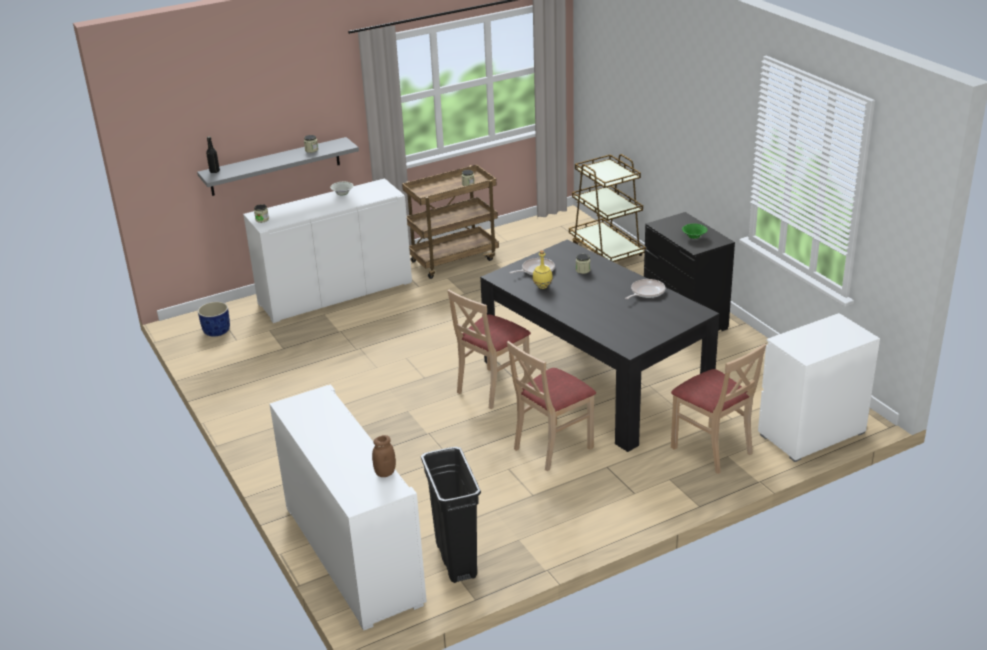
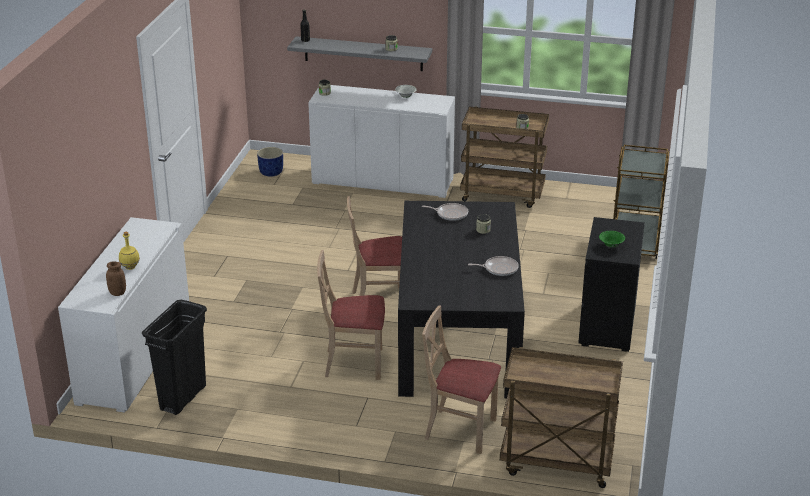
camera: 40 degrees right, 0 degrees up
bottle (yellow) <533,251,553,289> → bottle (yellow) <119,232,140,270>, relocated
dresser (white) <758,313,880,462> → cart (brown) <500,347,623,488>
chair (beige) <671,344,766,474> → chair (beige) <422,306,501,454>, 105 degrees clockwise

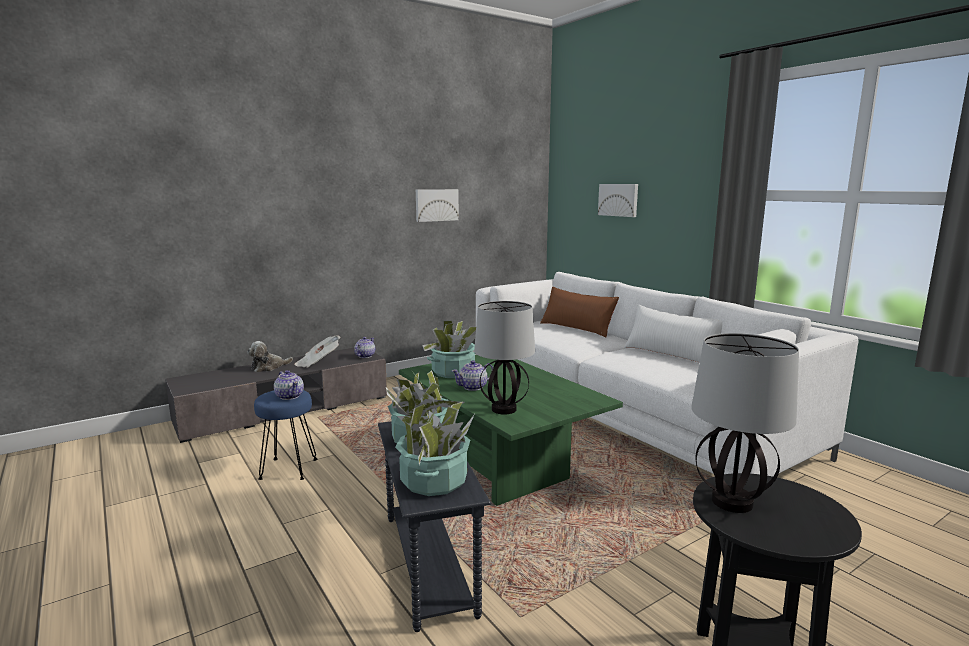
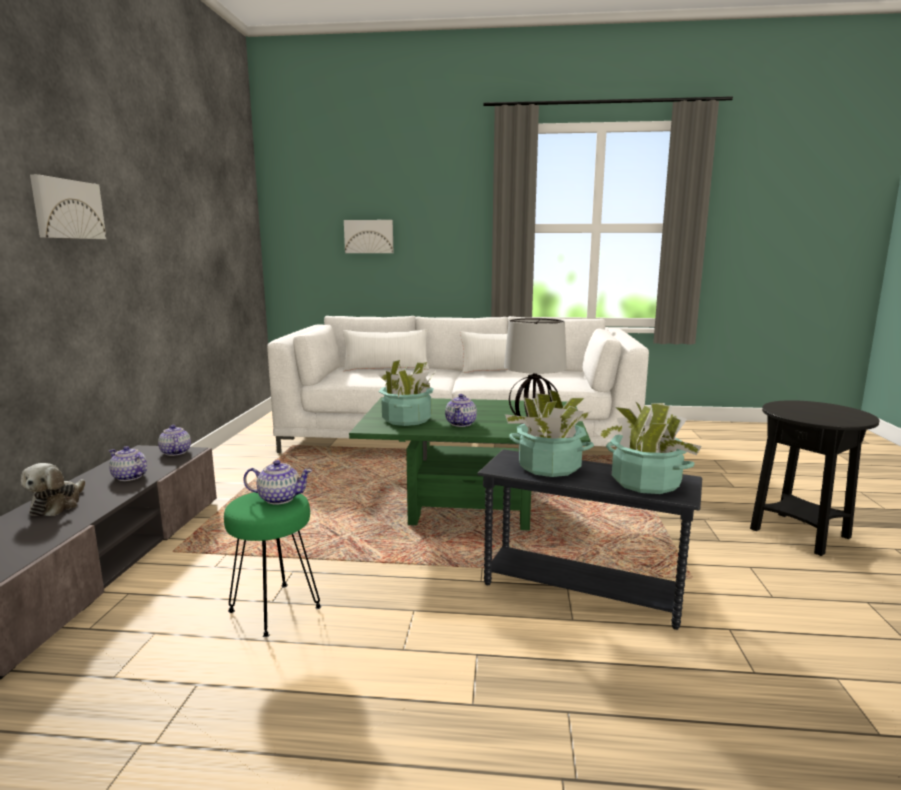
camera: 50 degrees left, 0 degrees up
picture <416,189,459,222> → picture <30,174,106,239>, relocated
pillow (brown) <540,287,619,337> → pillow (white) <343,329,429,371>
table lamp <691,333,799,513> → -
newspaper <295,335,341,367> → teapot <109,446,147,481>
stool (blue) <254,390,317,480> → stool (green) <224,492,322,637>

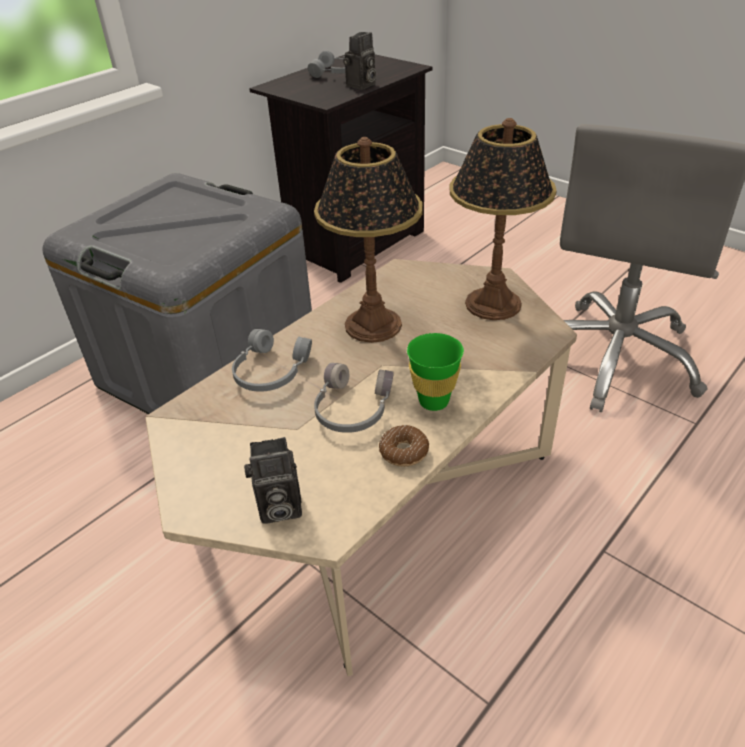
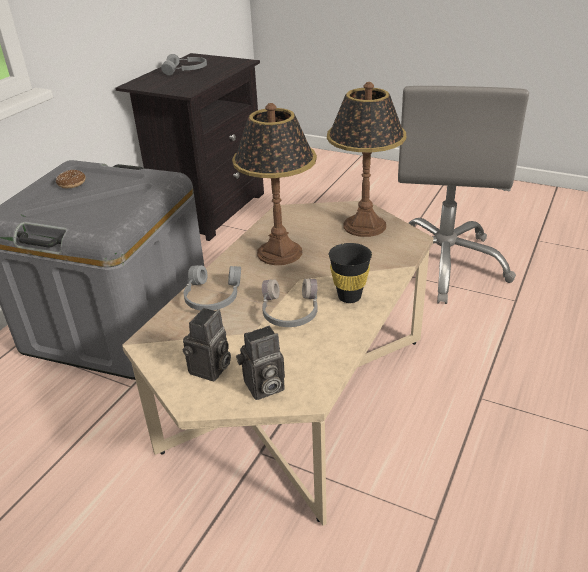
camera: 15 degrees left, 5 degrees down
photo camera <343,32,376,90> → photo camera <183,308,231,381>, relocated
cup (green) <407,333,464,411> → cup (black) <329,243,372,303>
donut <379,425,429,467> → donut <56,170,85,188>, relocated

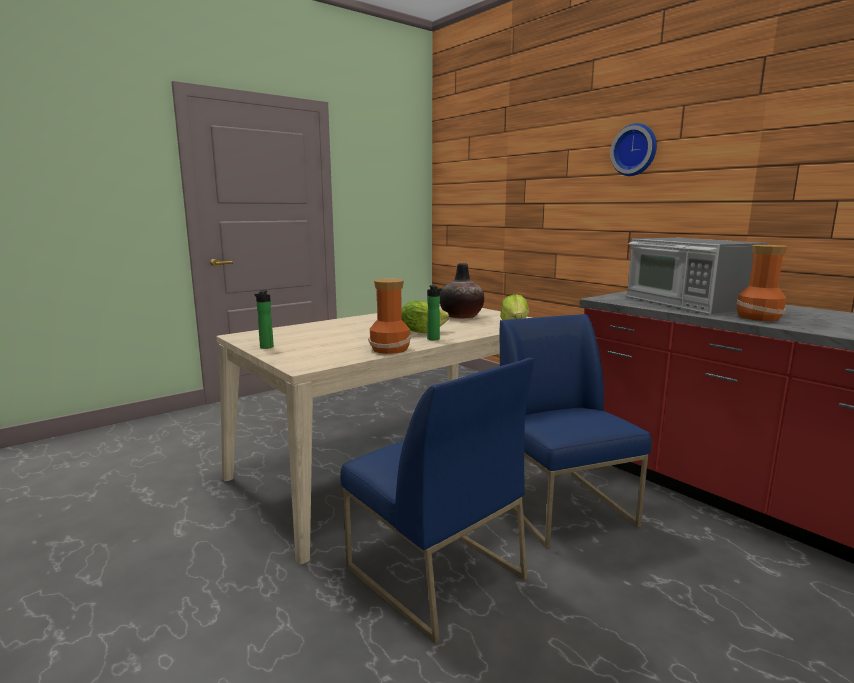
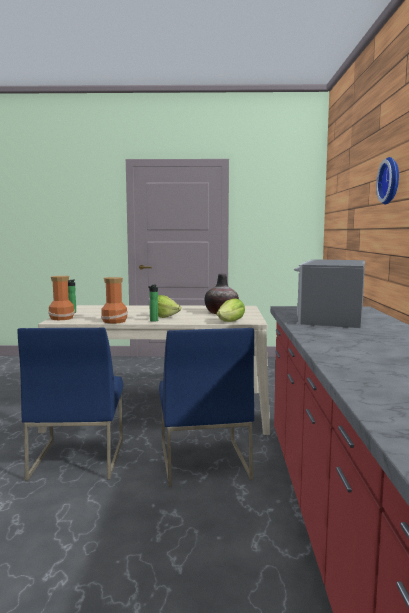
camera: 40 degrees right, 5 degrees down
vase <736,245,788,321> → vase <48,276,75,320>, relocated
chair (blue) <500,314,652,548> → chair (blue) <159,328,254,487>, 150 degrees clockwise

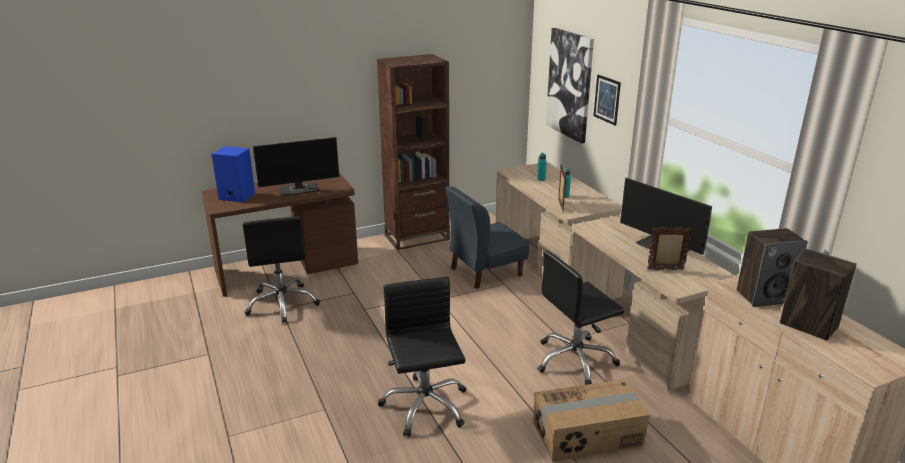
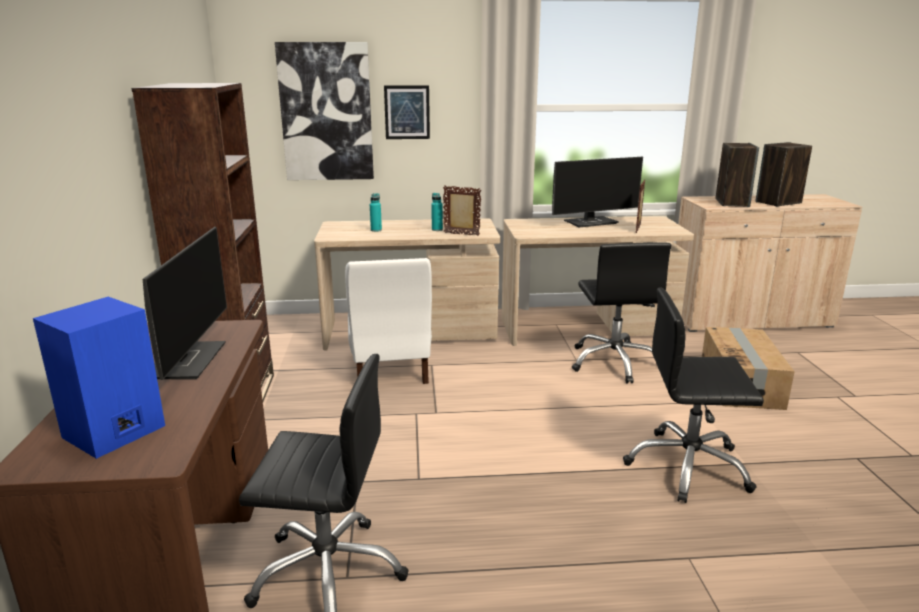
camera: 70 degrees left, 5 degrees down
chair (blue) <445,186,529,289> → chair (white) <345,258,432,384>

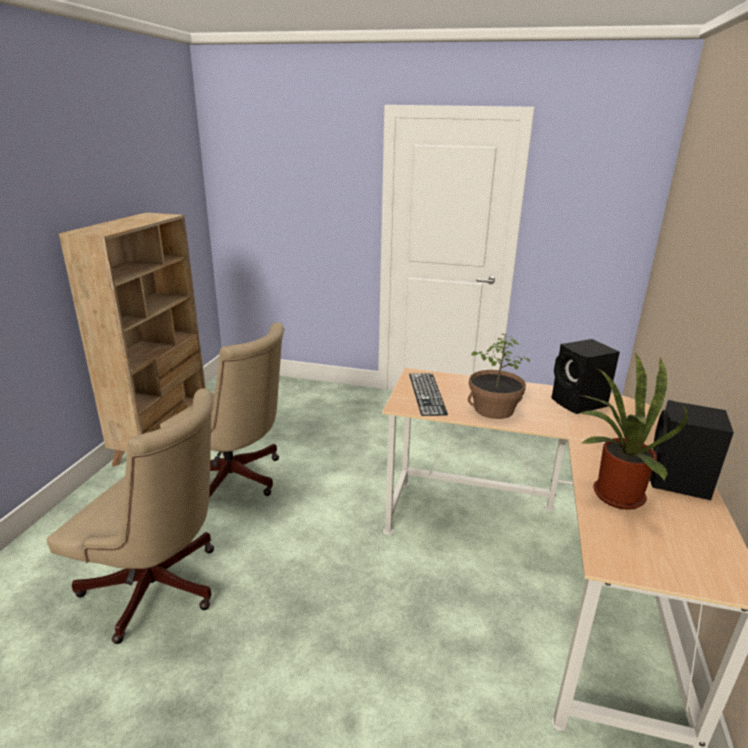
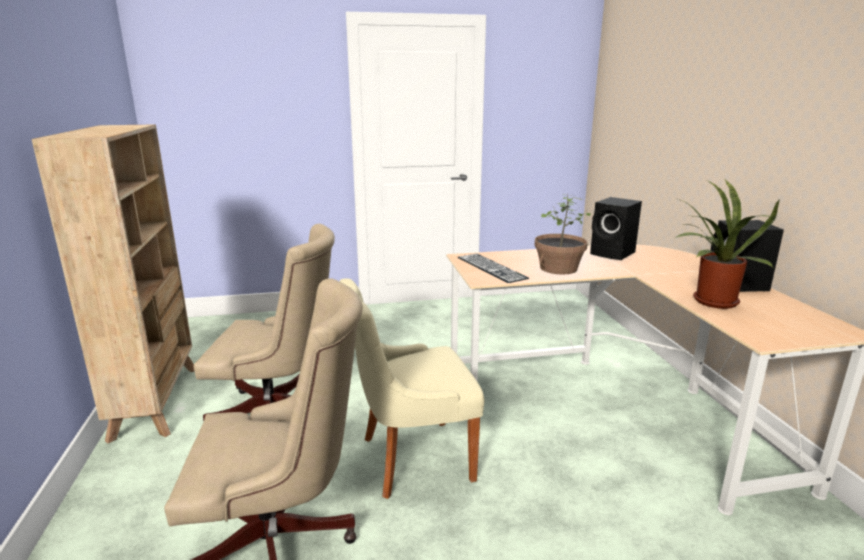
camera: 25 degrees left, 5 degrees down
- → chair (beige) <340,278,484,499>

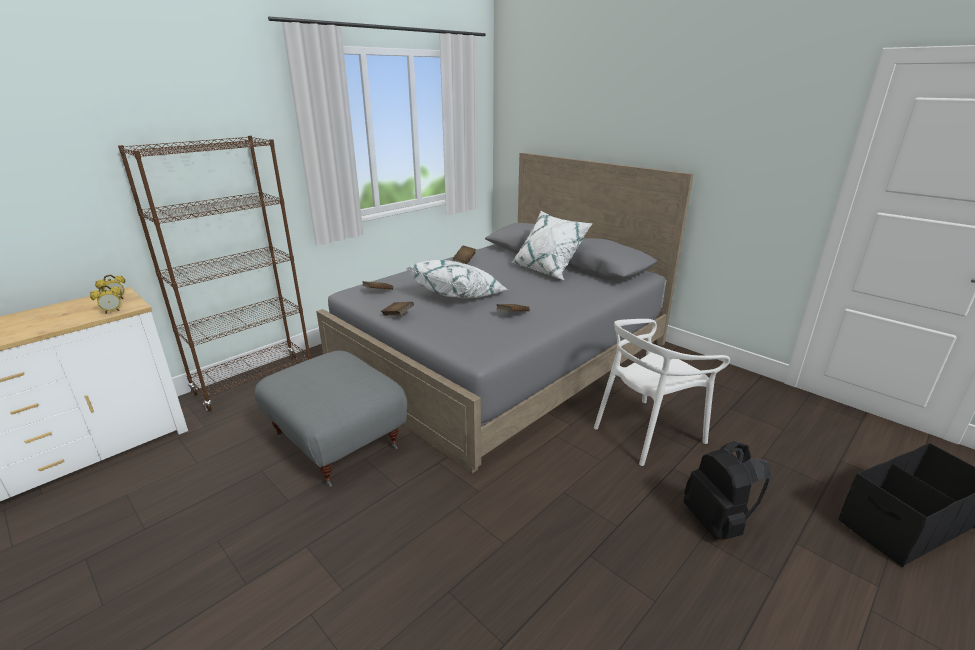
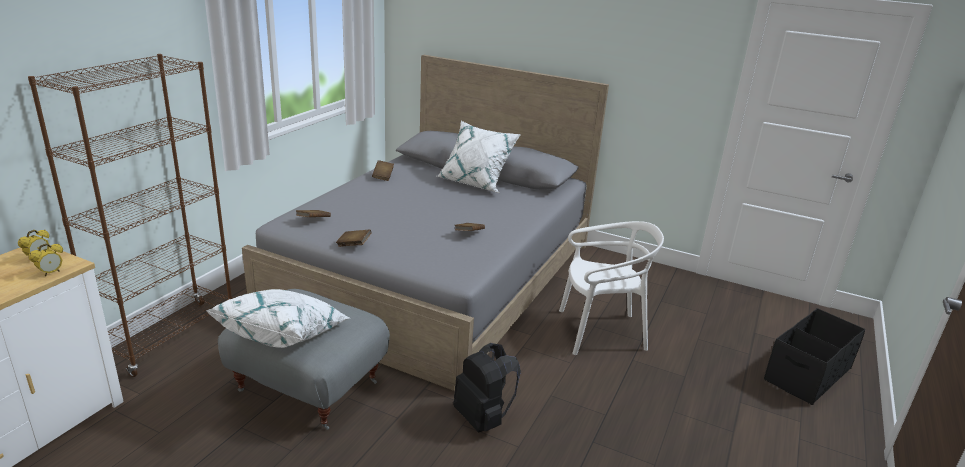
camera: 20 degrees left, 0 degrees up
pillow (white) <406,260,508,298> → pillow (white) <206,289,350,348>, relocated
chair (white) <594,319,730,466> → chair (white) <559,221,664,355>, 135 degrees counterclockwise
backpack (black) <684,441,771,540> → backpack (black) <453,343,521,432>, relocated

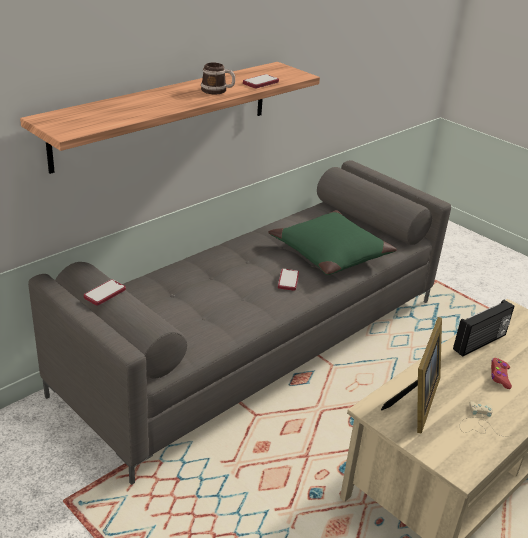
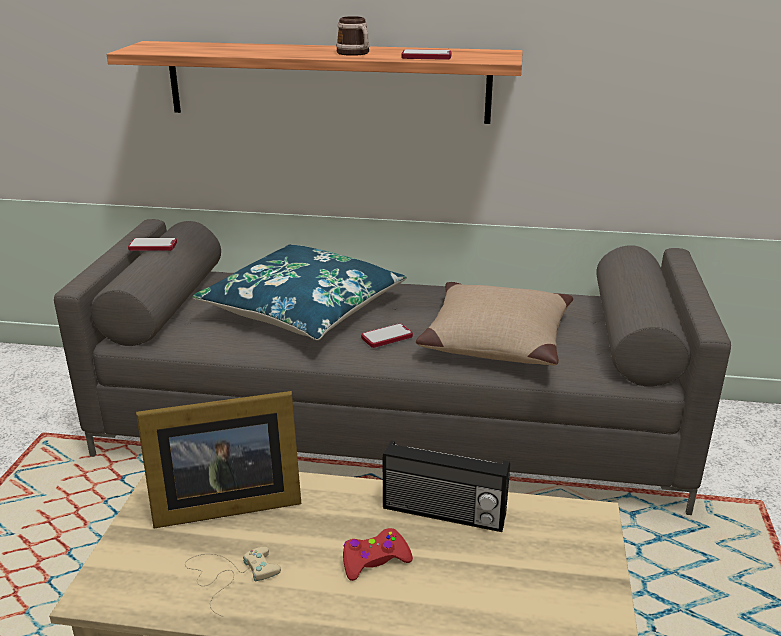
camera: 55 degrees right, 5 degrees down
pillow (green) <268,210,397,275> → pillow (beige) <416,282,573,365>
- → pillow (blue) <192,244,406,340>

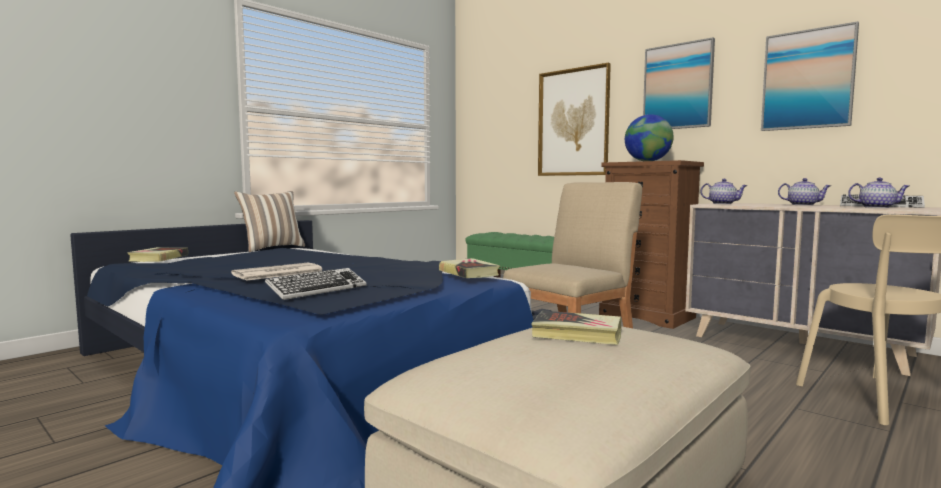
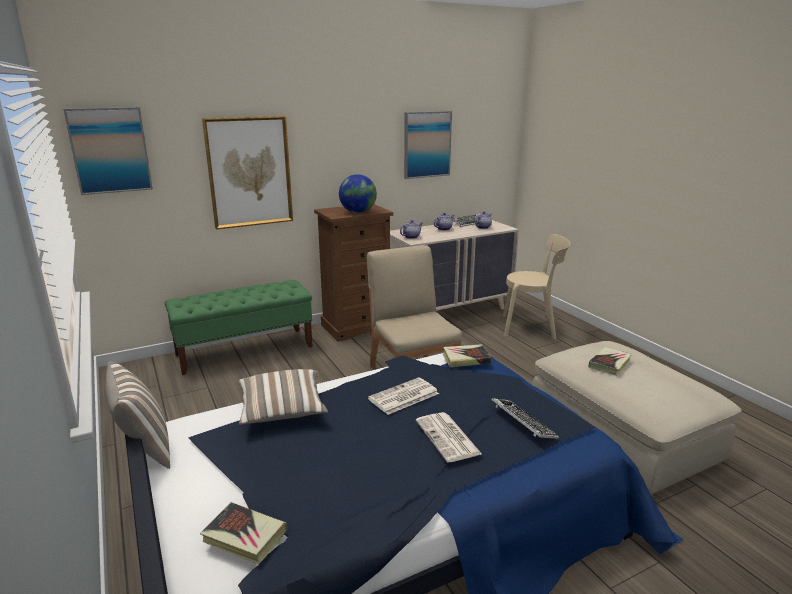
camera: 70 degrees left, 15 degrees up
picture <643,37,715,129> → picture <64,107,153,195>, relocated
- → pillow <238,369,328,425>
- → newspaper <368,377,439,415>

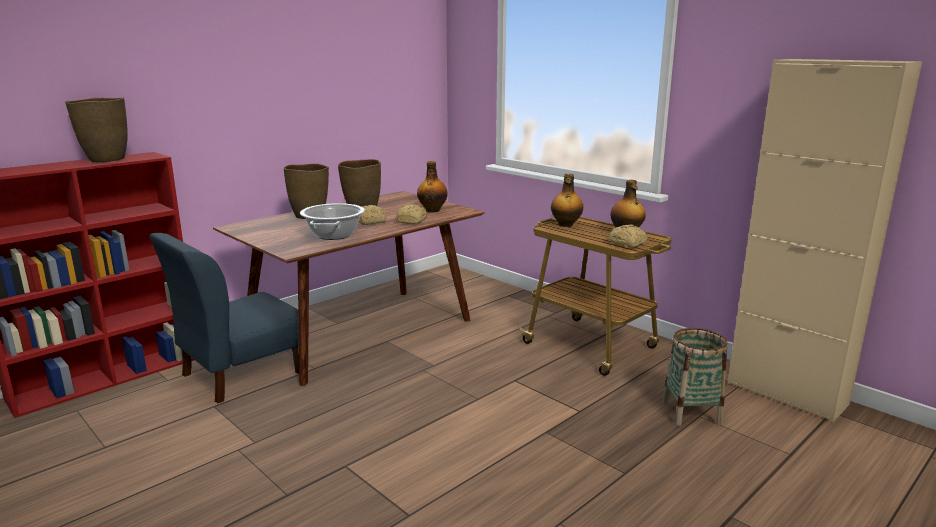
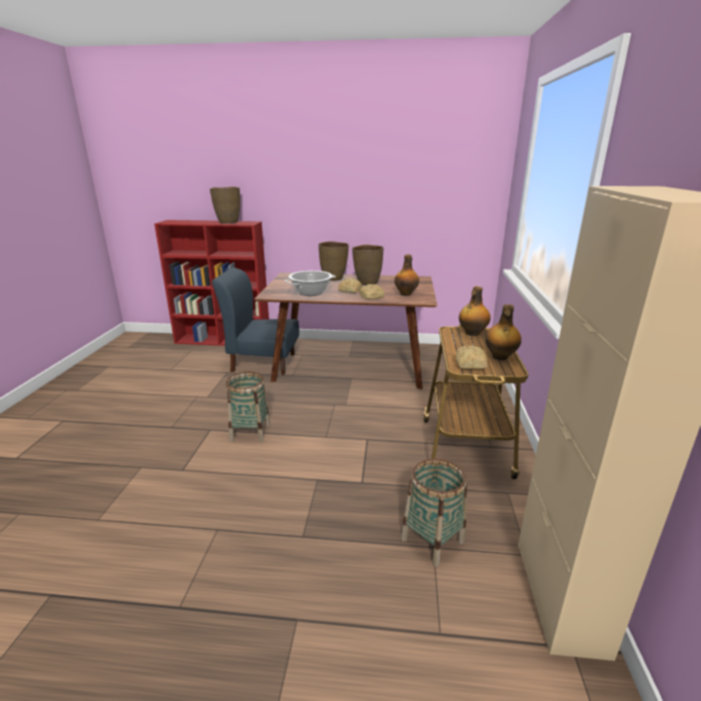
camera: 50 degrees right, 5 degrees up
- → basket <226,372,271,443>

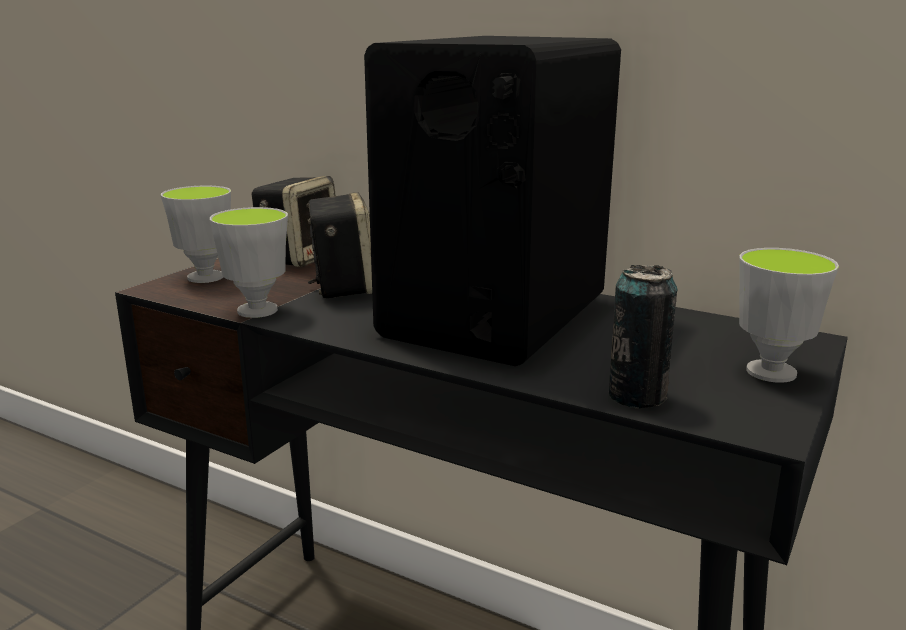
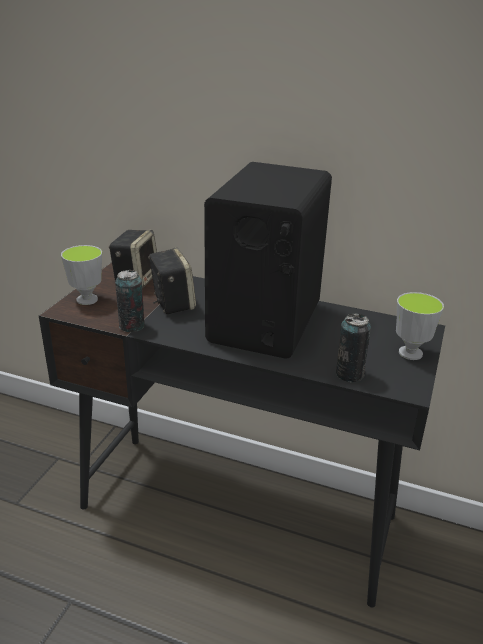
camera: 10 degrees left, 10 degrees up
cup <210,207,288,318> → can <115,270,145,332>

